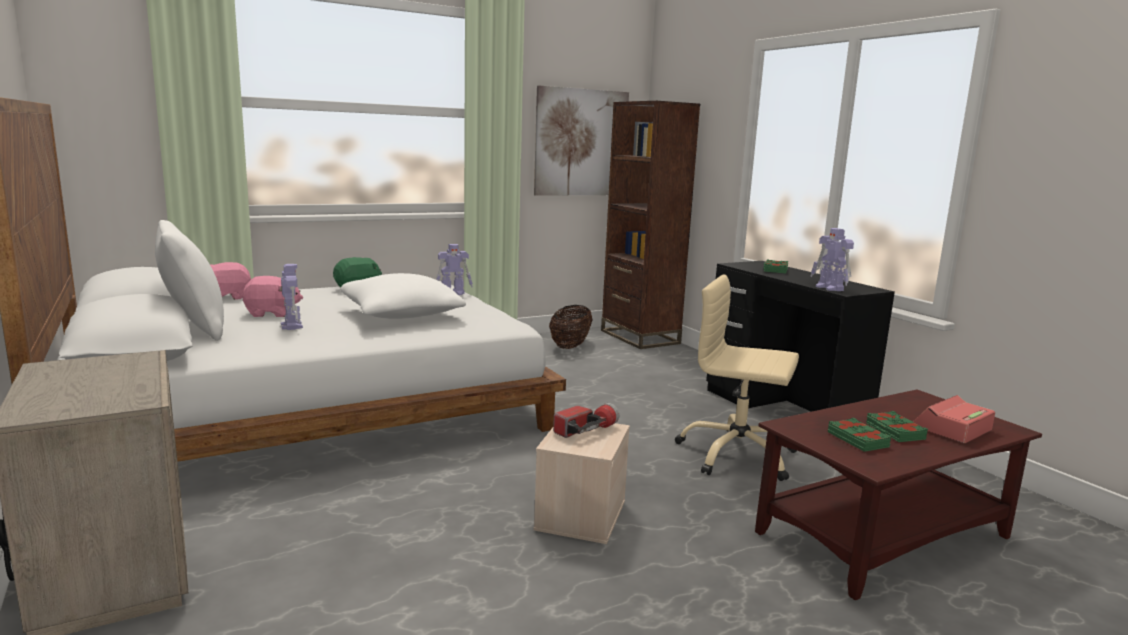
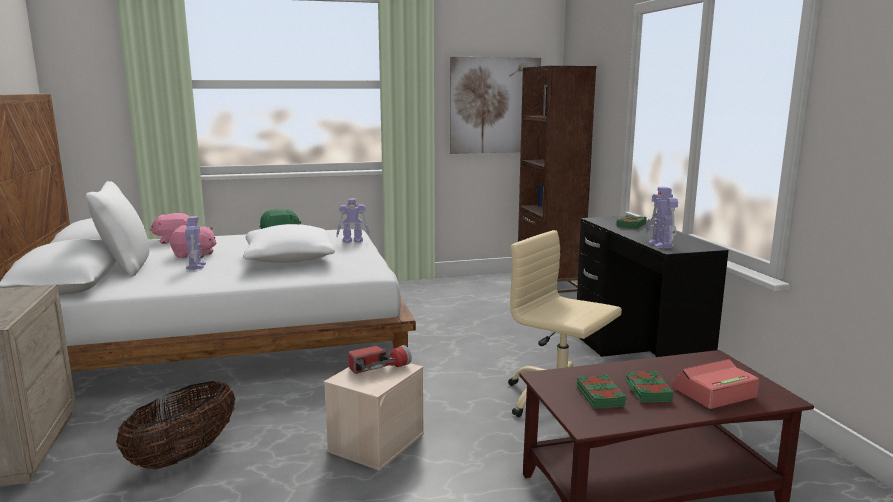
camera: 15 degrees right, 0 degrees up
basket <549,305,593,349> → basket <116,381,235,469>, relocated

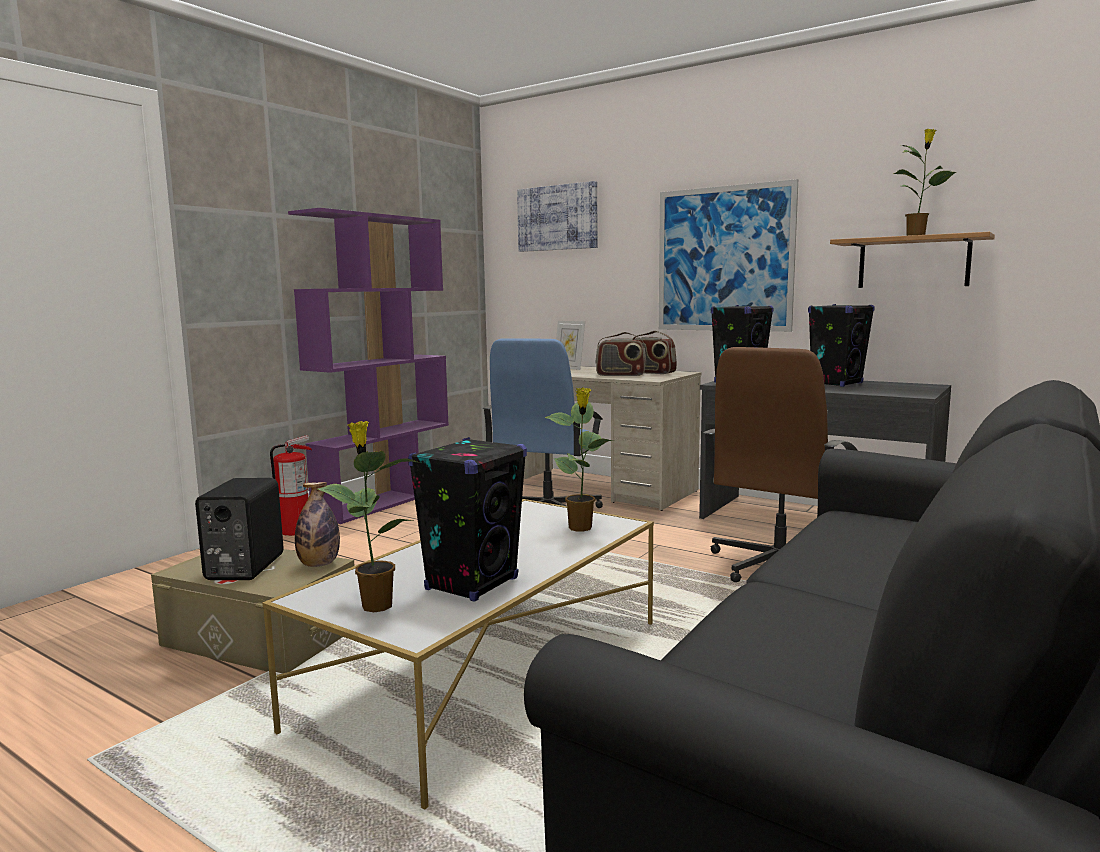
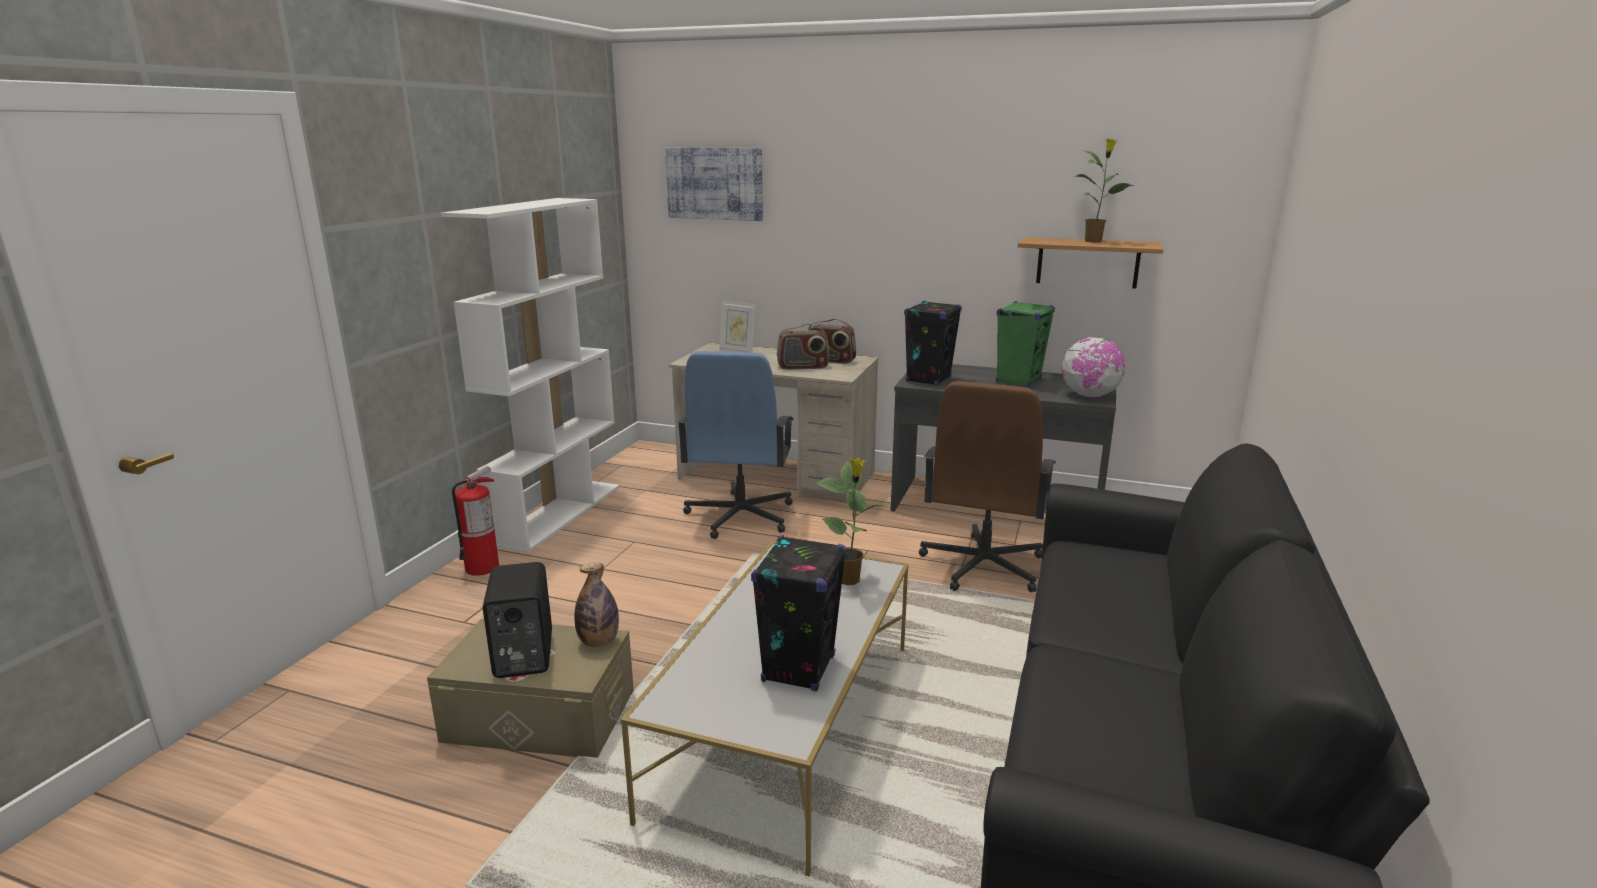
camera: 15 degrees left, 10 degrees up
picture <659,179,798,332> → -
bookcase (purple) <288,208,449,524> → bookcase (white) <441,198,620,553>
speaker (black) <808,304,875,387> → speaker (green) <996,301,1055,387>
potted plant <318,421,421,612> → -
- → globe <1062,337,1126,397>

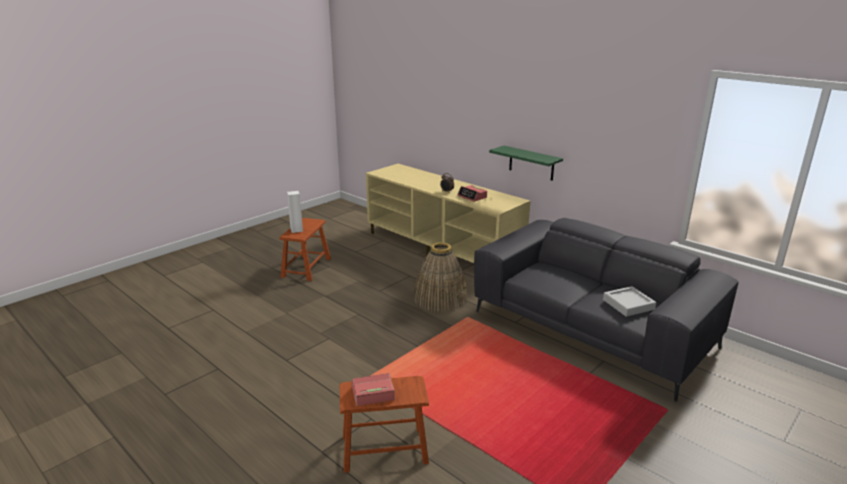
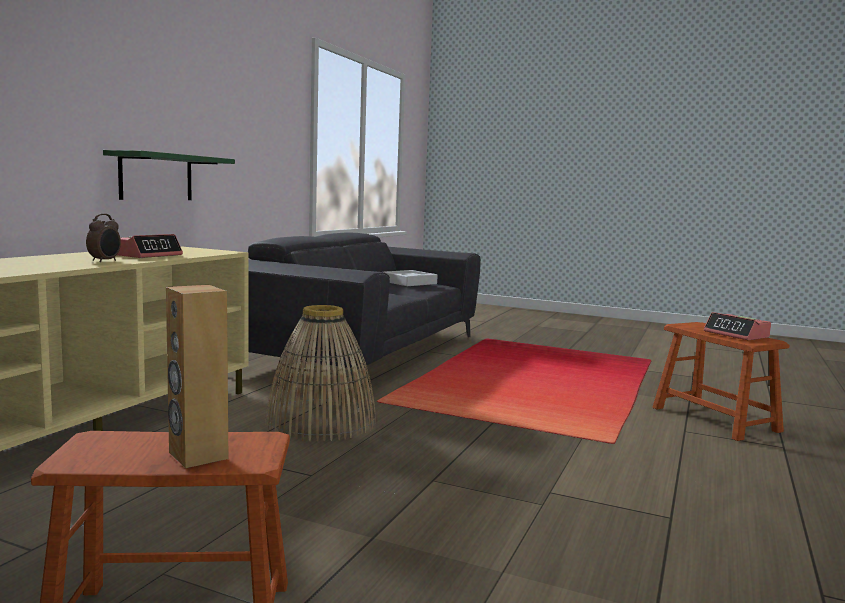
camera: 110 degrees left, 15 degrees down
speaker (white) <287,191,303,233> → speaker (brown) <166,285,228,468>

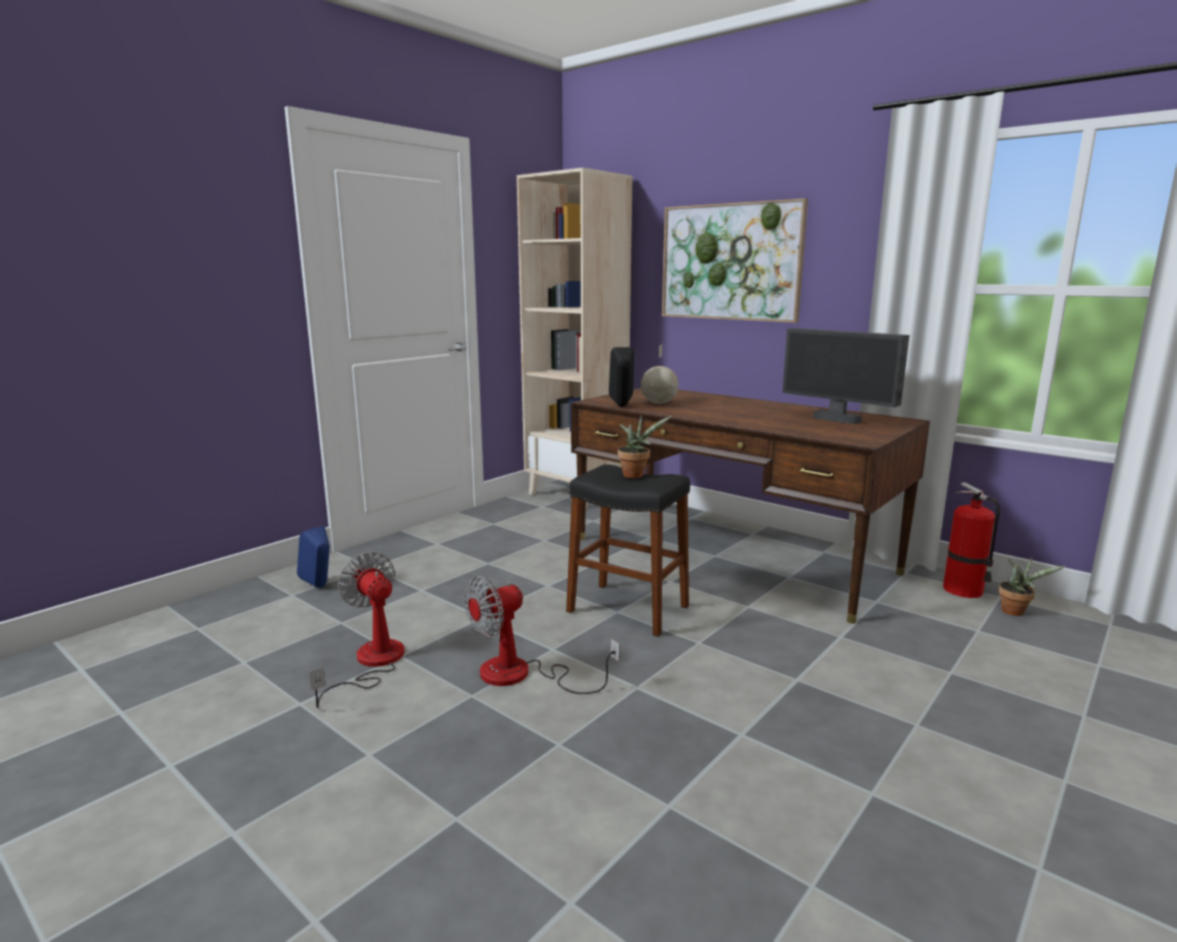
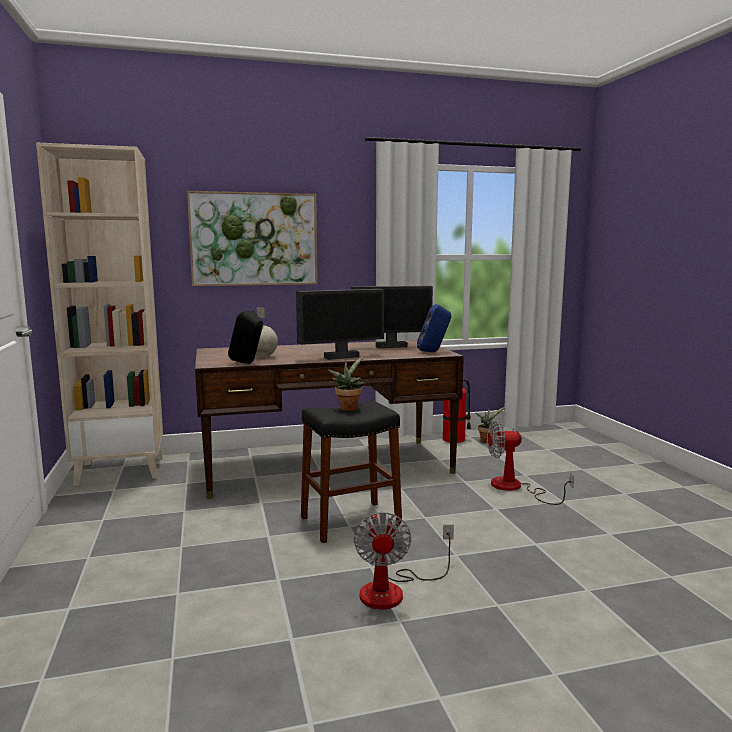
camera: 55 degrees left, 5 degrees down
speaker (blue) <297,526,330,588> → speaker (blue) <417,304,451,352>, relocated
fan <309,552,405,708> → fan <487,421,574,505>, relocated
- → monitor <296,289,384,360>

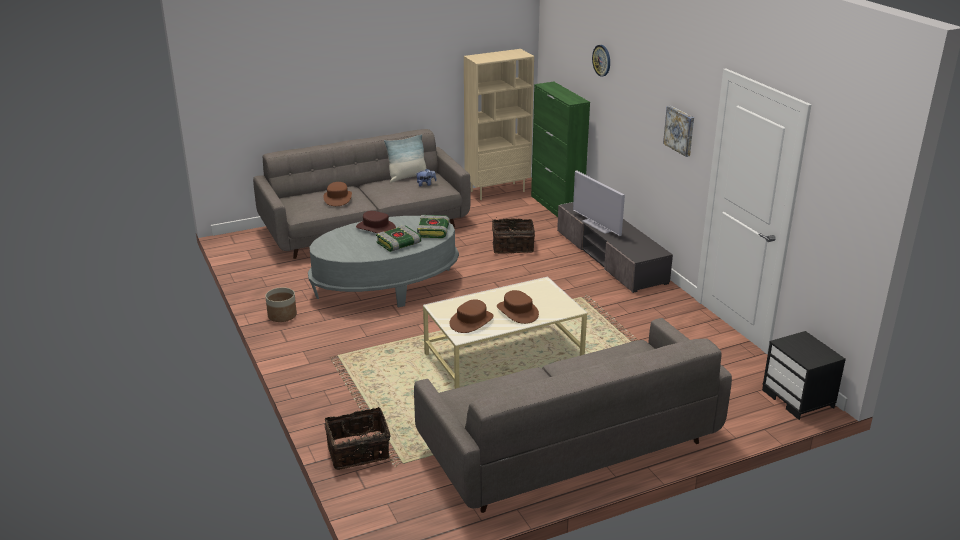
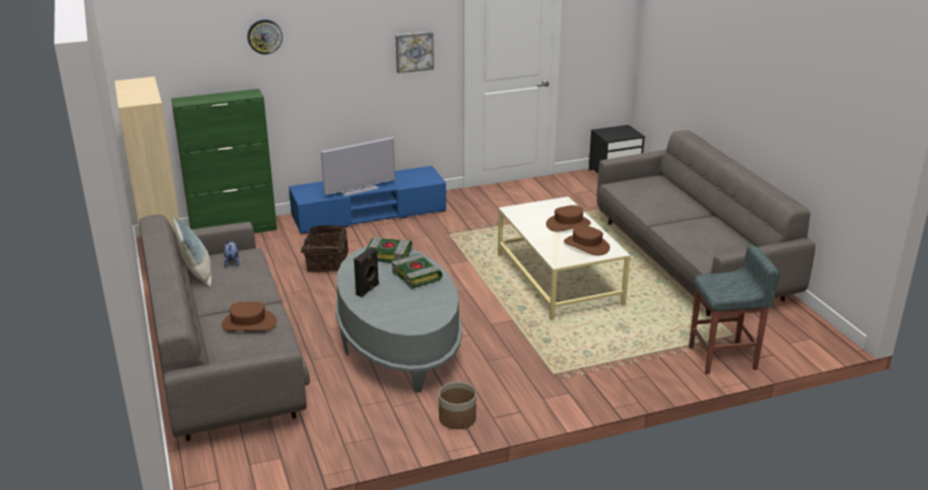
camera: 85 degrees left, 0 degrees up
tv stand (grey) <557,202,673,293> → tv stand (blue) <289,166,446,234>
hat (brown) <356,211,396,233> → speaker (black) <354,247,379,297>
basket <325,407,391,470> → stool (grey) <689,245,780,374>

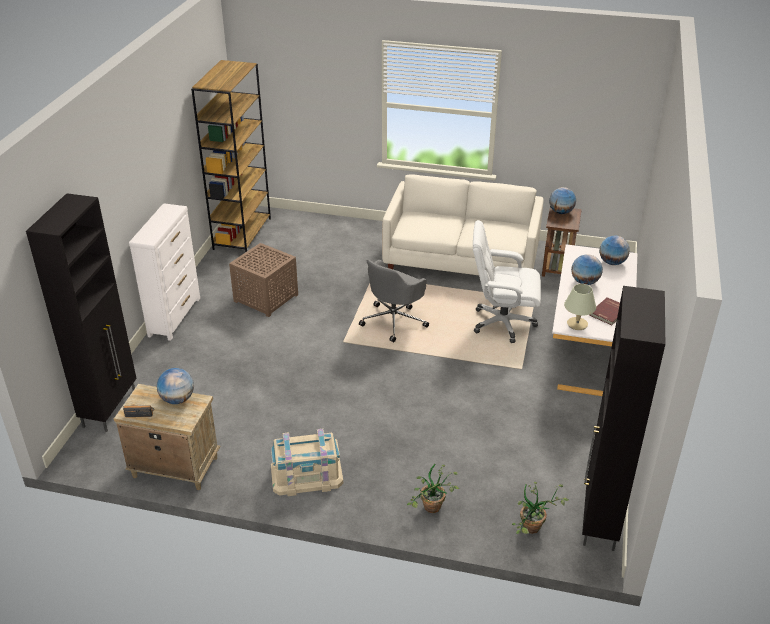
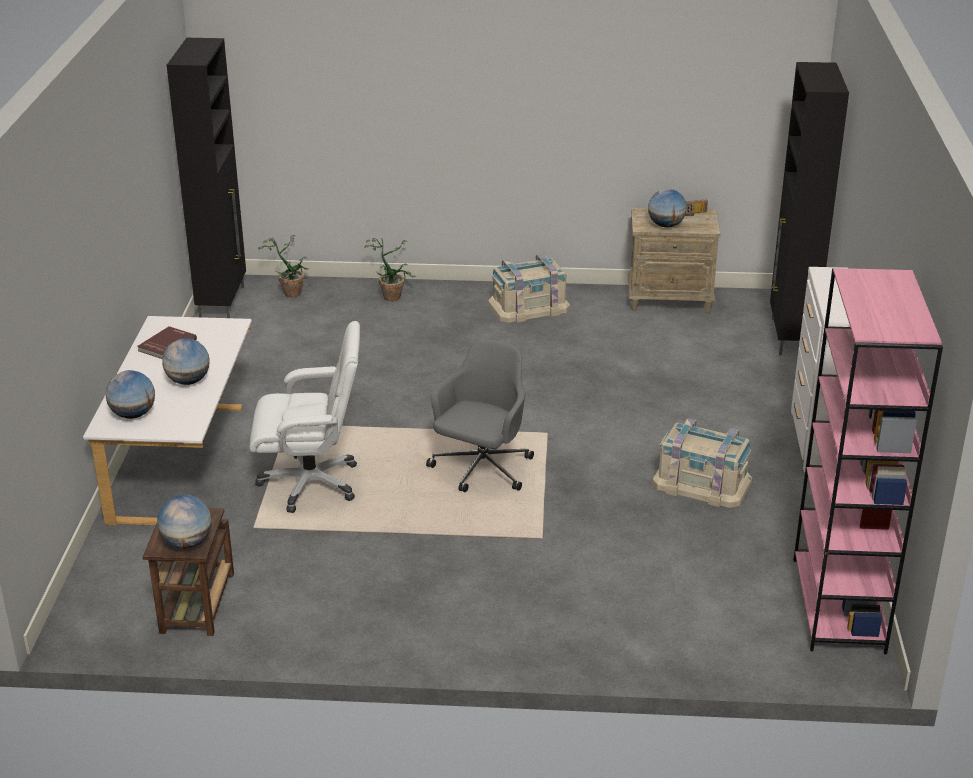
camera: 170 degrees right, 5 degrees down
bookcase (brown) <191,60,271,253> → bookcase (pink) <793,268,943,654>
sofa (white) <382,174,543,275> → -
side table (brown) <229,243,298,317> → storage box (beige) <652,418,752,508>
table lamp (beige) <564,284,596,330> → -

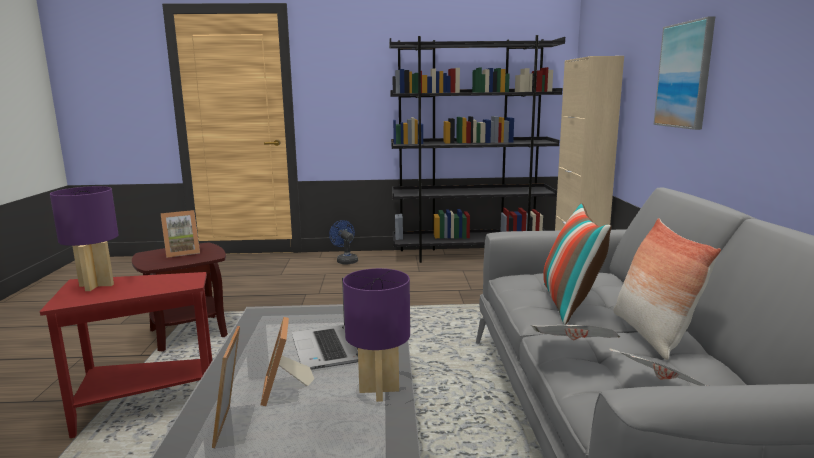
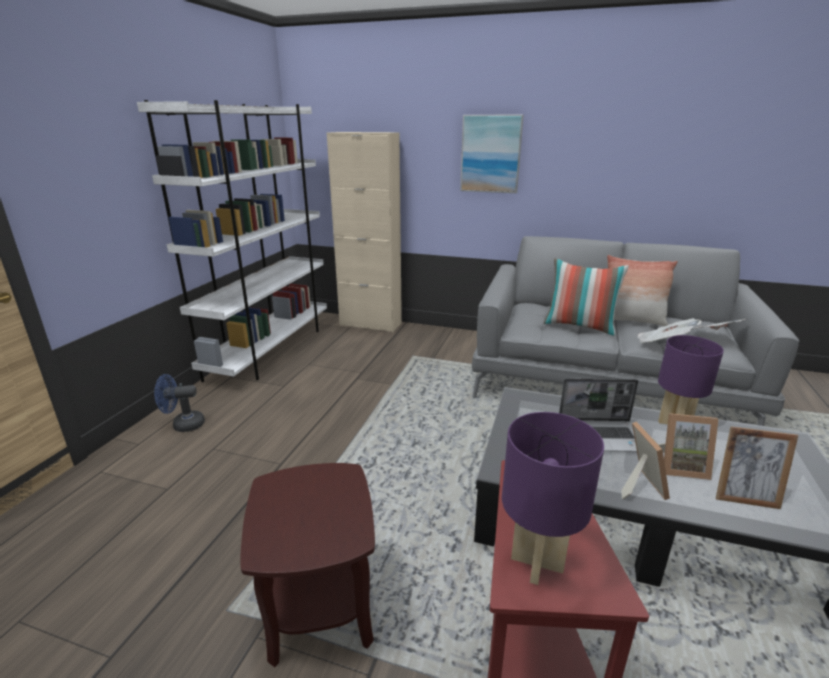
camera: 70 degrees left, 10 degrees up
bookcase (black) <389,35,565,263> → bookcase (white) <137,100,327,382>
picture frame <161,210,200,258> → picture frame <621,422,670,500>, relocated

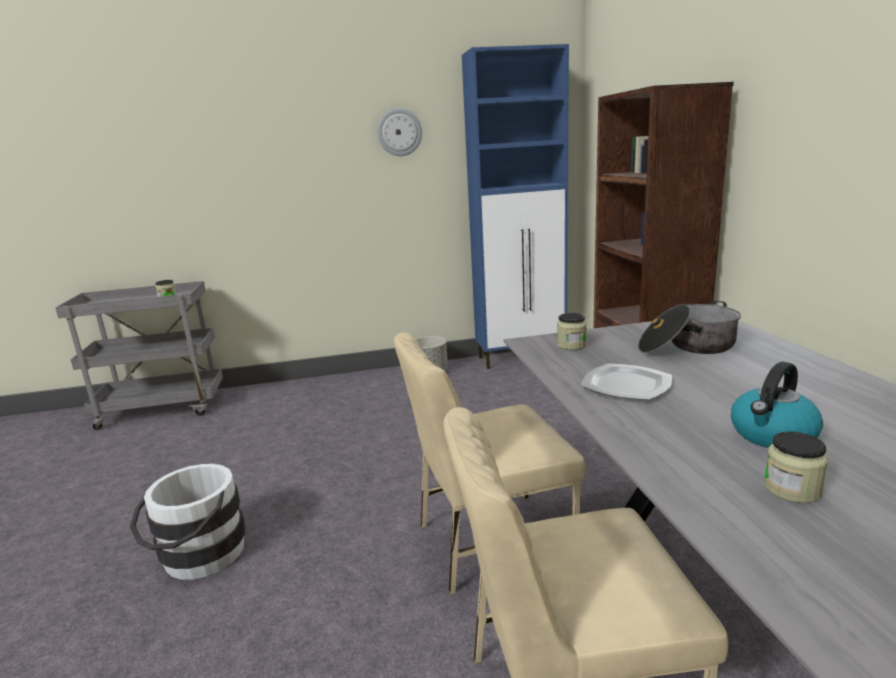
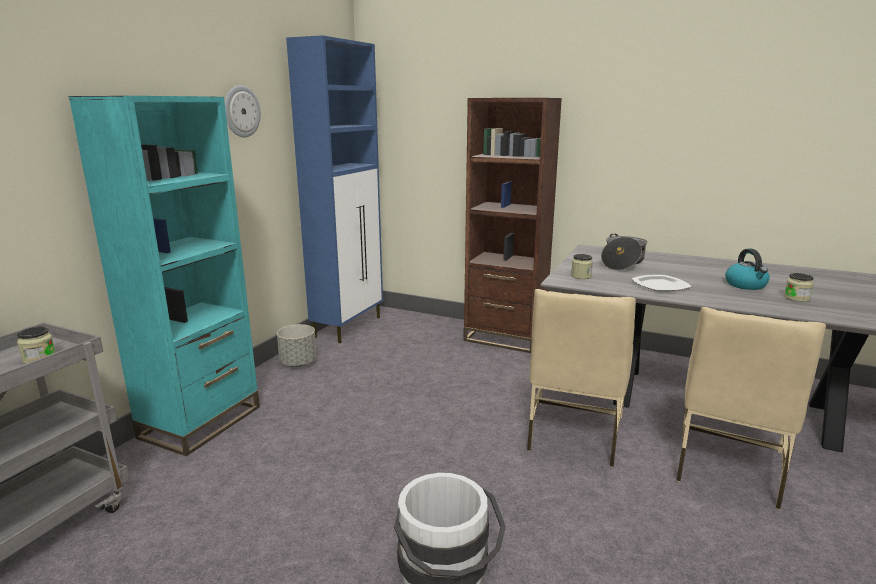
camera: 55 degrees left, 0 degrees up
- → bookcase (turquoise) <69,96,260,456>

